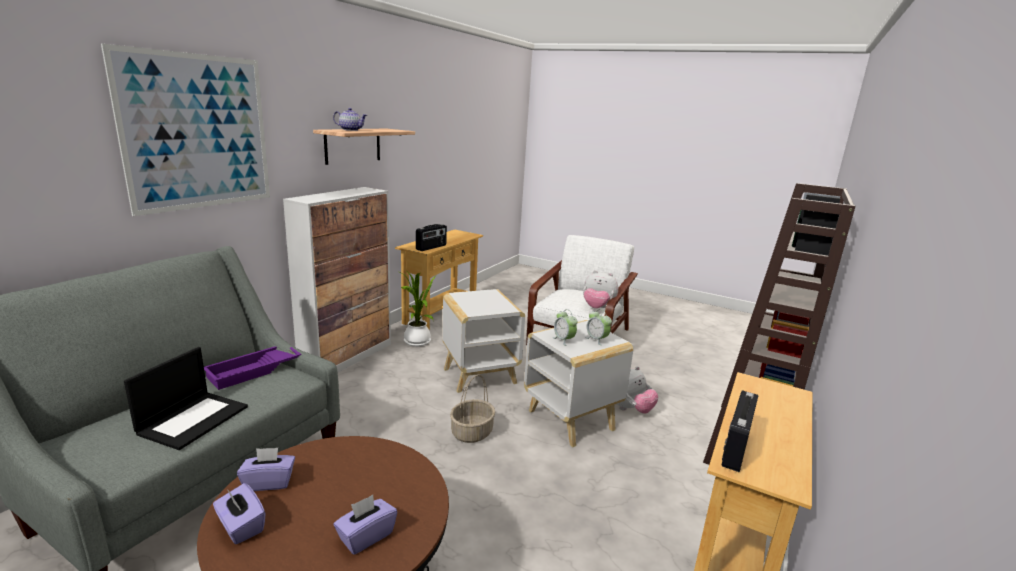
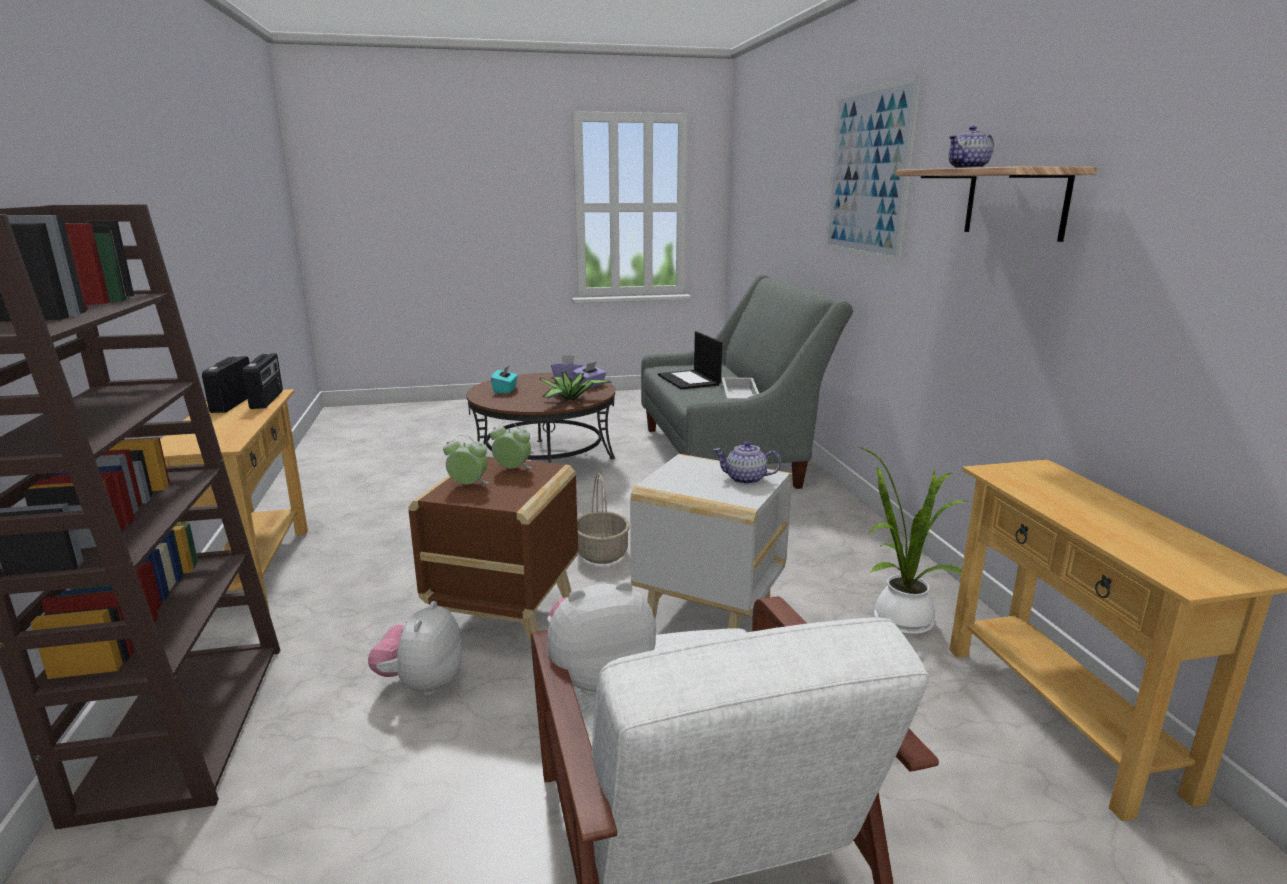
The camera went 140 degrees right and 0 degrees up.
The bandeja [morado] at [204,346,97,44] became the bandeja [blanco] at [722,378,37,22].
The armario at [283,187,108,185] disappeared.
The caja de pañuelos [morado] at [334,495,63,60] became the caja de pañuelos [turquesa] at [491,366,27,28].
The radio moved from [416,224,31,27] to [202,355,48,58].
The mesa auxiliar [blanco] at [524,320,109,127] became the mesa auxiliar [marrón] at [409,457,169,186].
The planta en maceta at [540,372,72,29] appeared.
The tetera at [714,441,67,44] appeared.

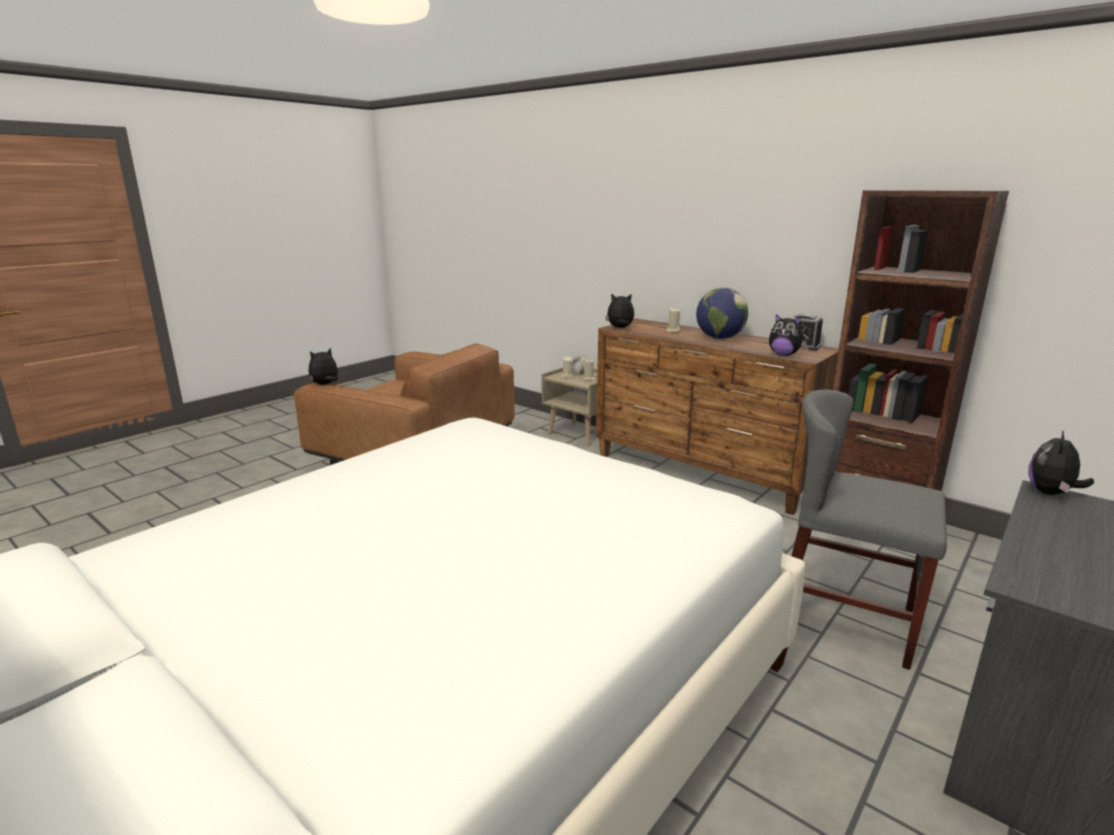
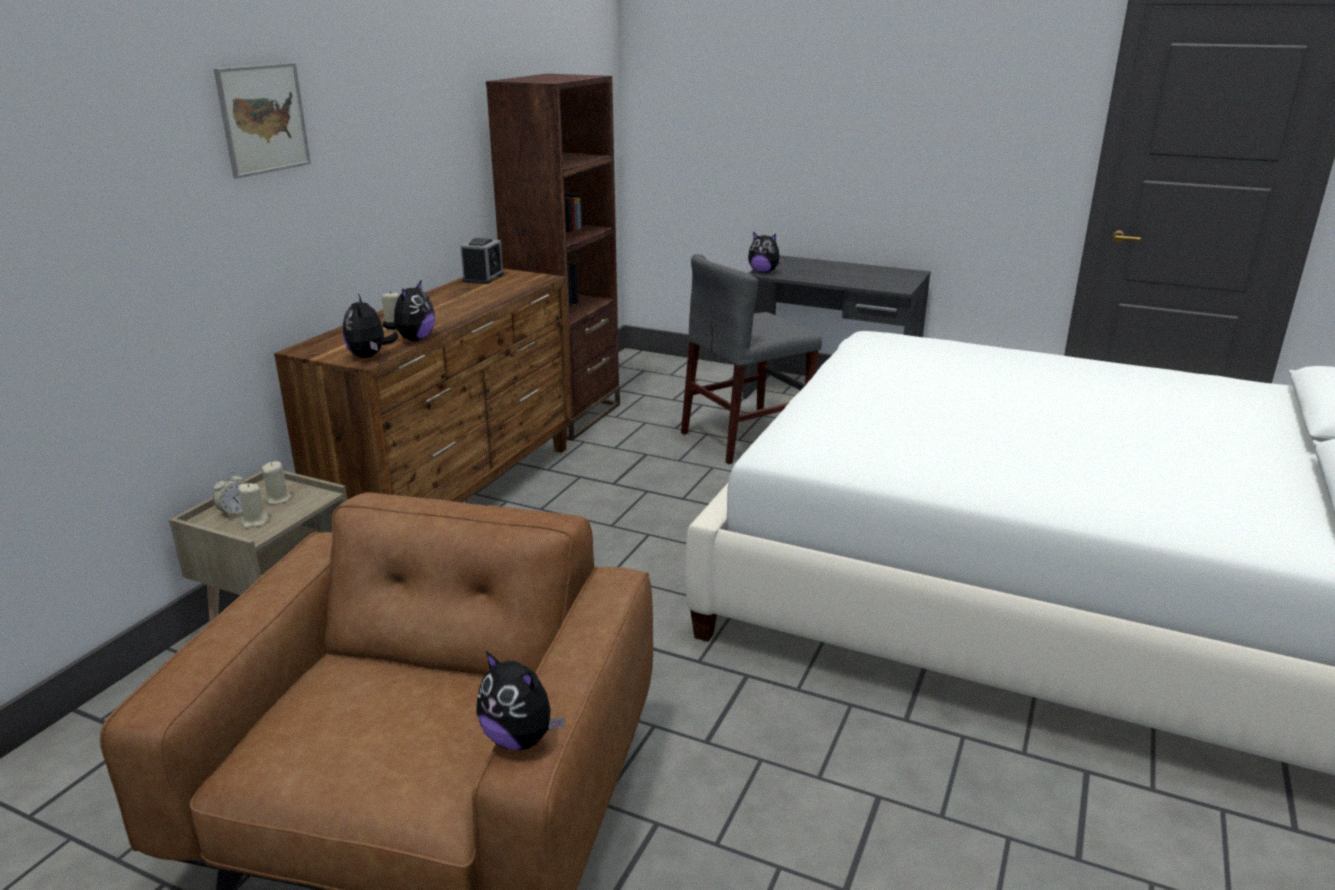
The camera went 105 degrees left and 5 degrees up.
The globo terráqueo at [696,288,52,51] disappeared.
The peluche moved from [769,314,38,42] to [383,281,52,60].
The silla [gris] at [791,390,156,280] turned 45 degrees clockwise.
The cuadro at [214,63,97,115] appeared.

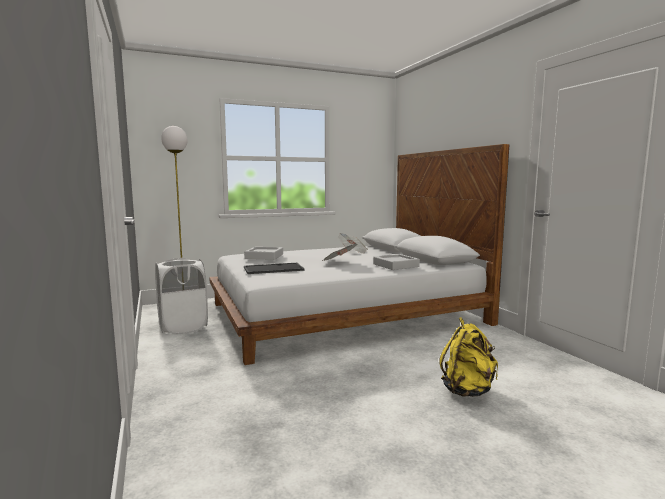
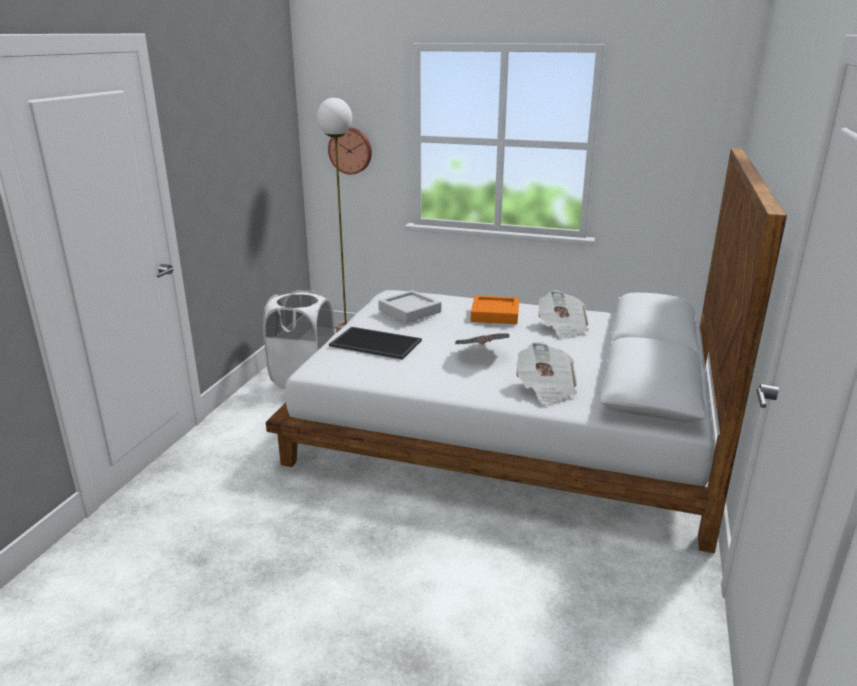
The camera went 40 degrees right and 15 degrees up.
The bandeja [gris] at [373,254,47,16] was replaced by the periódico at [516,342,61,63].
The mochila [amarillo] at [439,317,59,80] disappeared.
The reloj de pared at [328,128,44,47] appeared.
The bandeja [naranja] at [471,295,48,29] appeared.

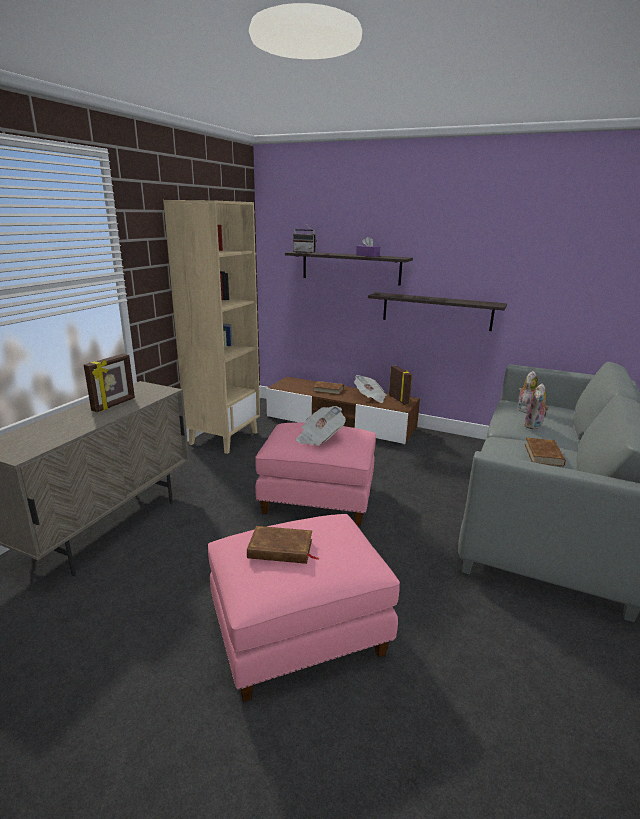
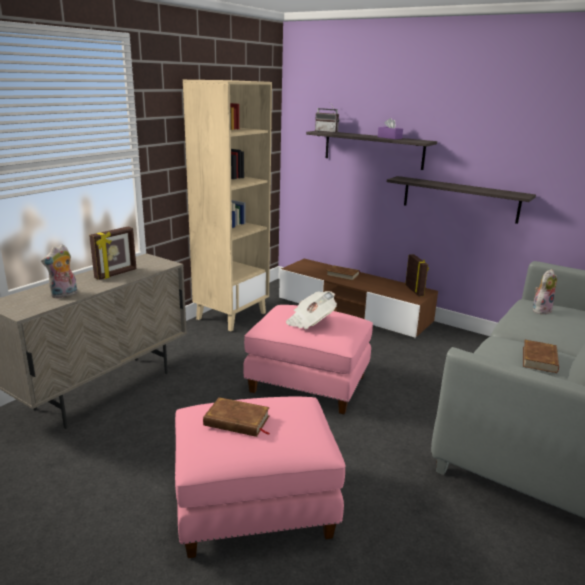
The camera went 10 degrees right and 0 degrees up.
The periódico at [354,375,33,28] disappeared.
The peluche moved from [524,383,25,47] to [41,245,36,53].

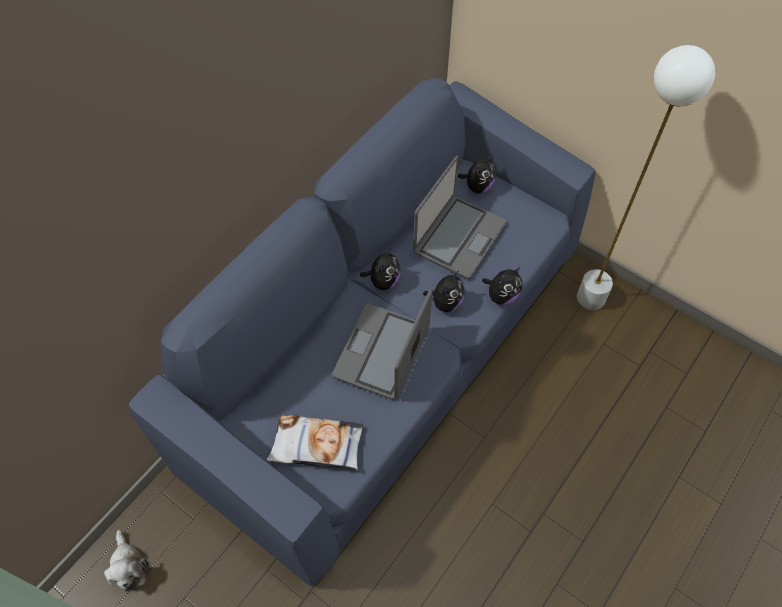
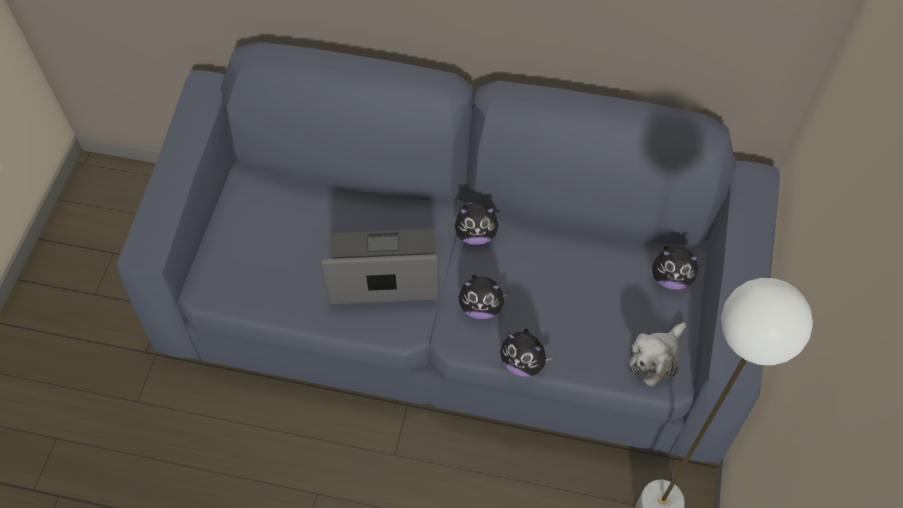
The camera went 65 degrees right and 0 degrees up.
The peluche moved from [104,530,44,62] to [629,322,57,65].
The cojín at [267,415,97,55] disappeared.
The portátil at [413,156,94,123] disappeared.

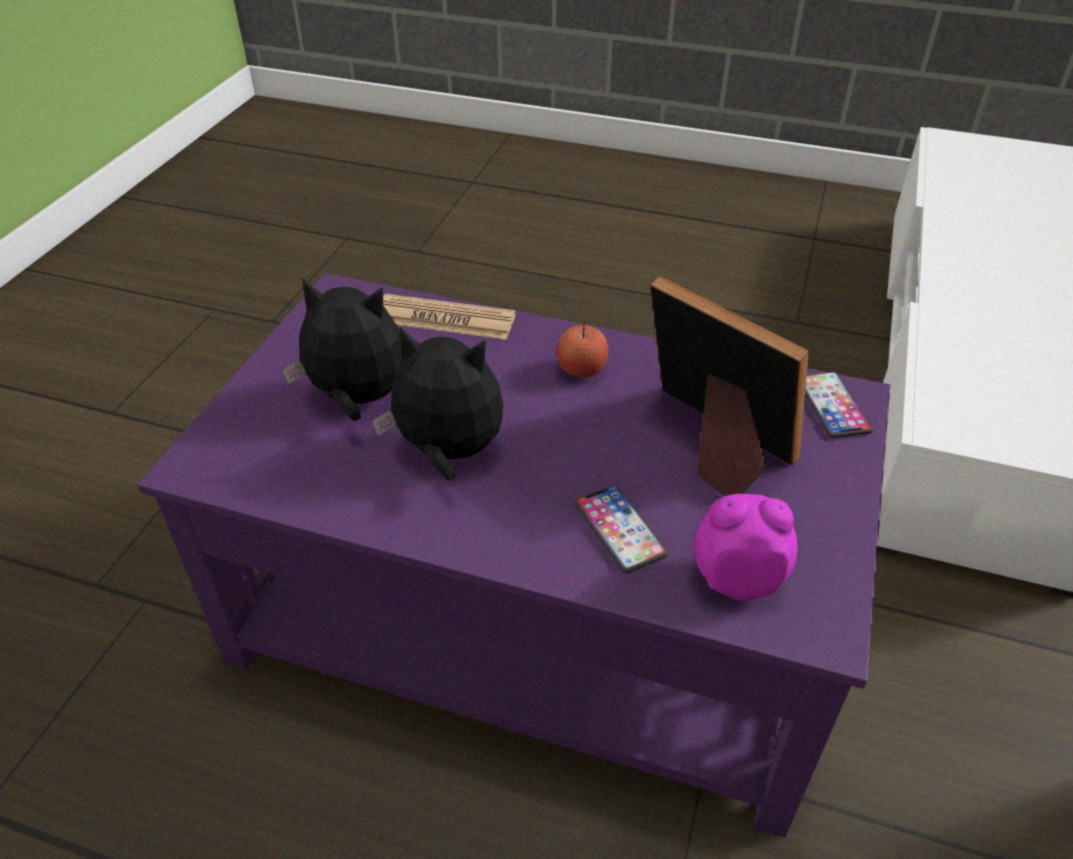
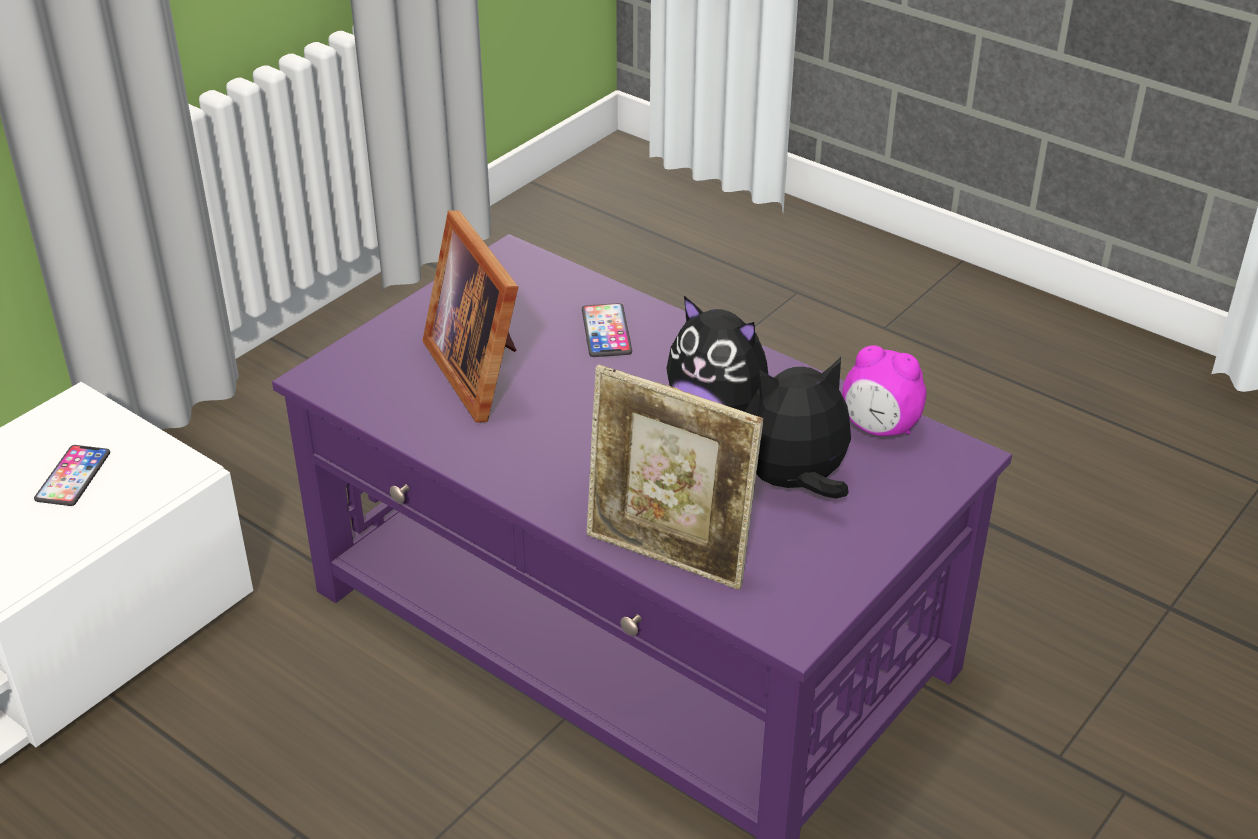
The camera went 160 degrees left and 5 degrees down.
The peluche at [282,278,120,143] turned 135 degrees clockwise.
The periódico at [383,294,133,46] was replaced by the portarretratos at [587,365,176,225].
The manzana at [557,319,51,59] disappeared.
The despertador moved from [694,494,103,107] to [842,345,84,91].
The móvil moved from [805,372,68,66] to [34,445,76,61].

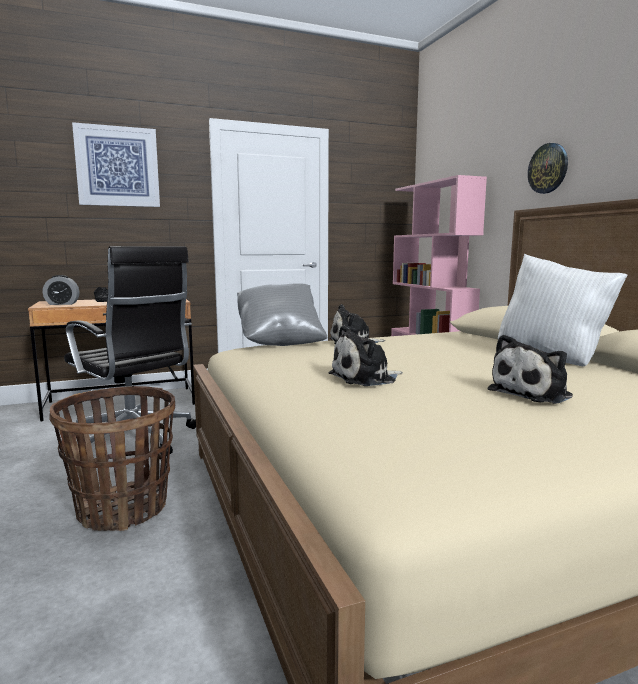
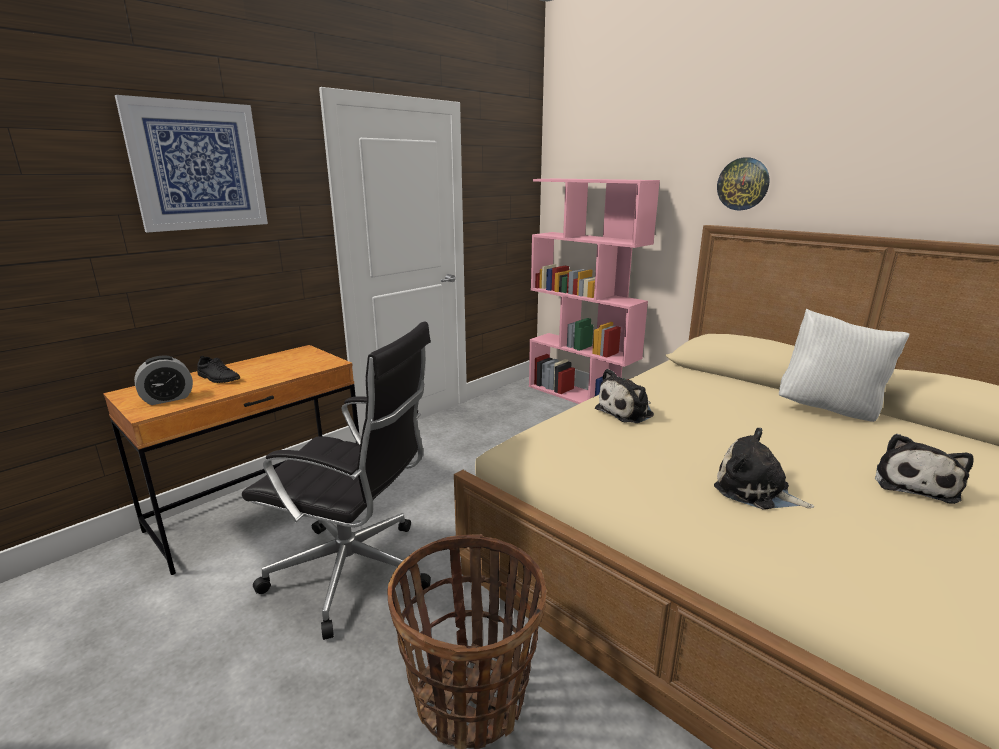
The camera went 25 degrees left and 10 degrees up.
The cojín [gris] at [237,283,91,63] disappeared.
The peluche at [329,325,74,61] turned 90 degrees clockwise.

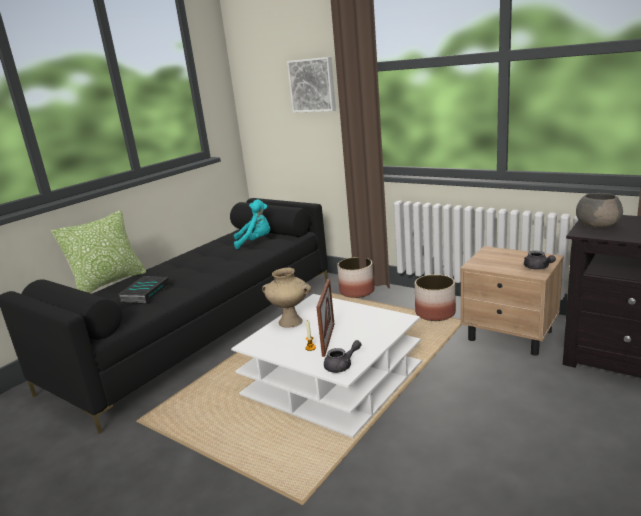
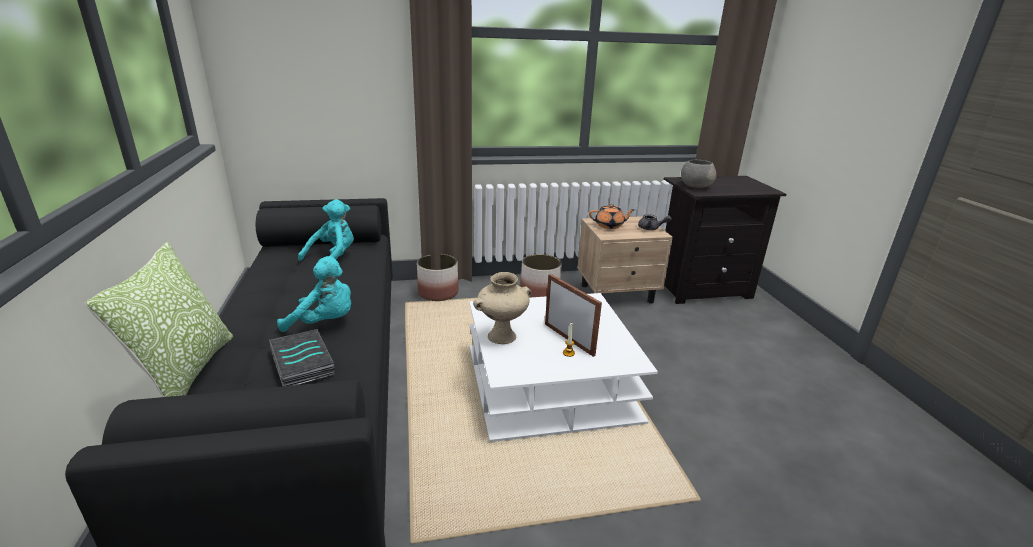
The camera went 50 degrees left and 5 degrees up.
The cuadro at [287,57,49,56] disappeared.
The tetera [gris] at [324,340,37,33] disappeared.
The peluche [turquesa] at [277,256,74,76] appeared.
The tetera [naranja] at [589,204,46,25] appeared.

